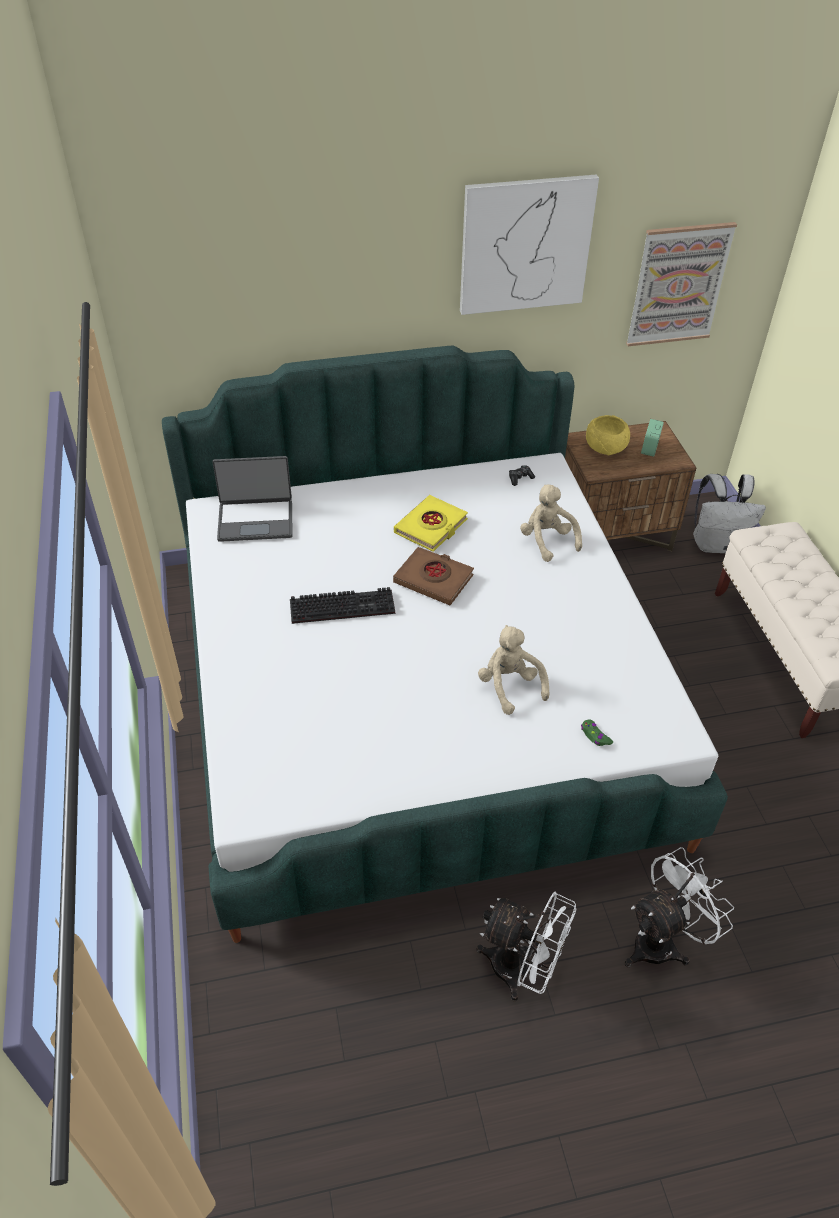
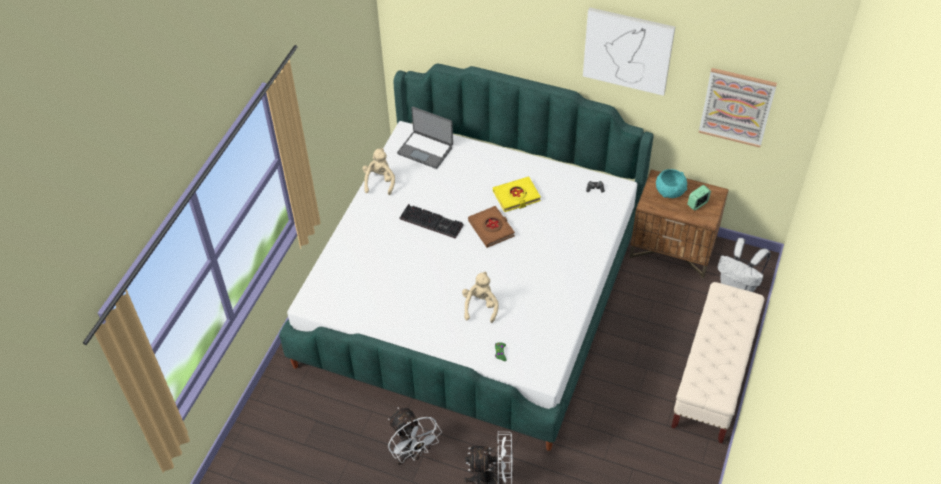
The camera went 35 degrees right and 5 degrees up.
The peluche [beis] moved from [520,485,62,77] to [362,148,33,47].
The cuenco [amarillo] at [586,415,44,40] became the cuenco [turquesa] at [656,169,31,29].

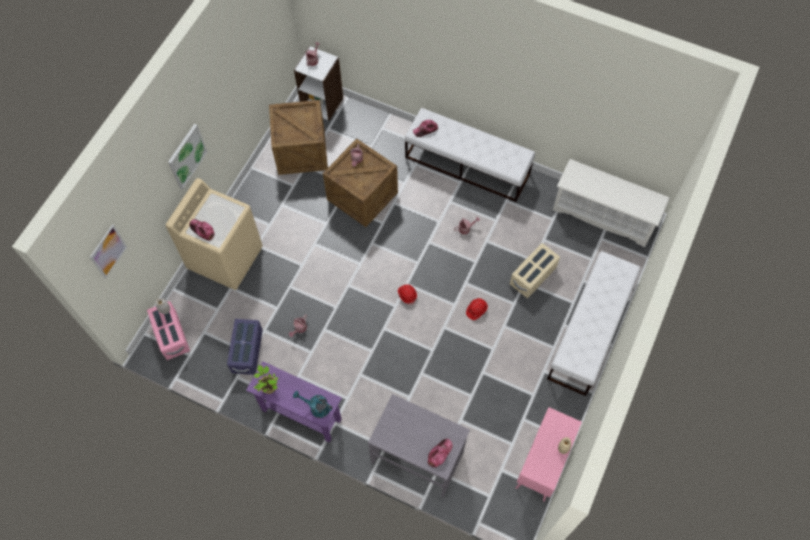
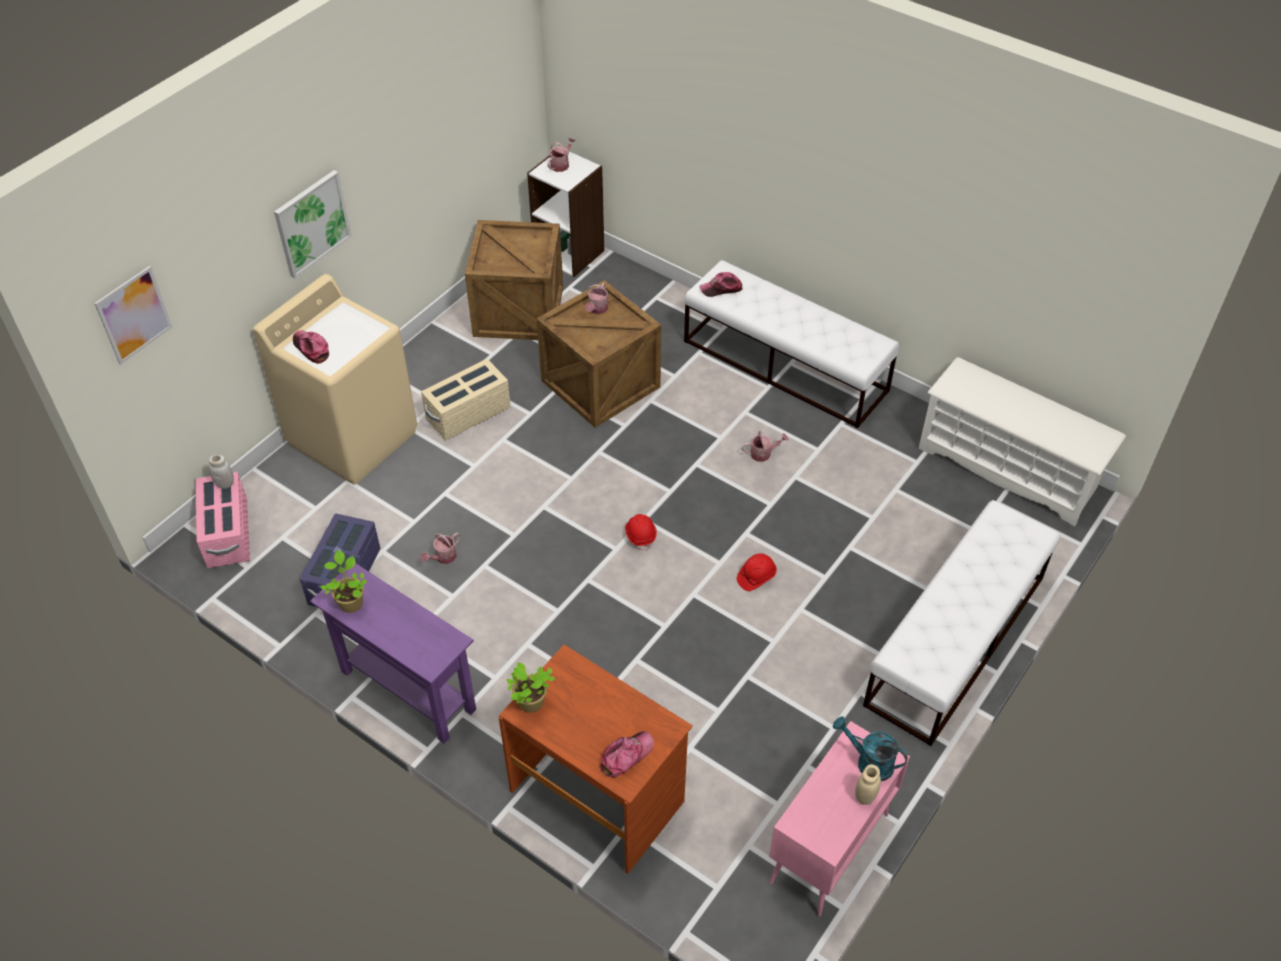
The camera went 10 degrees right and 15 degrees down.
The regadera [turquesa] moved from [293,391,40,27] to [833,717,75,64].
The escritorio [gris] at [368,394,102,103] became the escritorio [marrón] at [499,645,193,229].
The caja de almacenaje [beis] moved from [510,243,50,55] to [421,359,90,81].
The planta en maceta at [506,662,49,51] appeared.

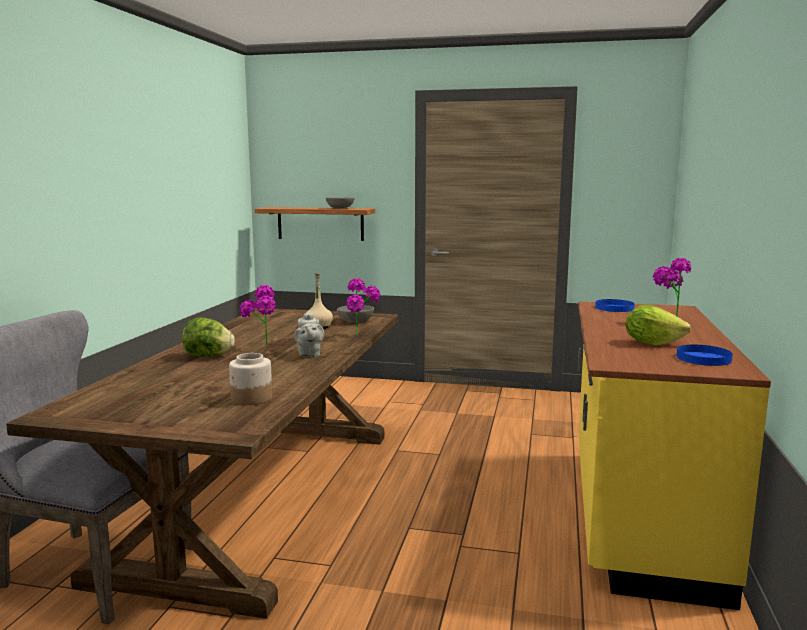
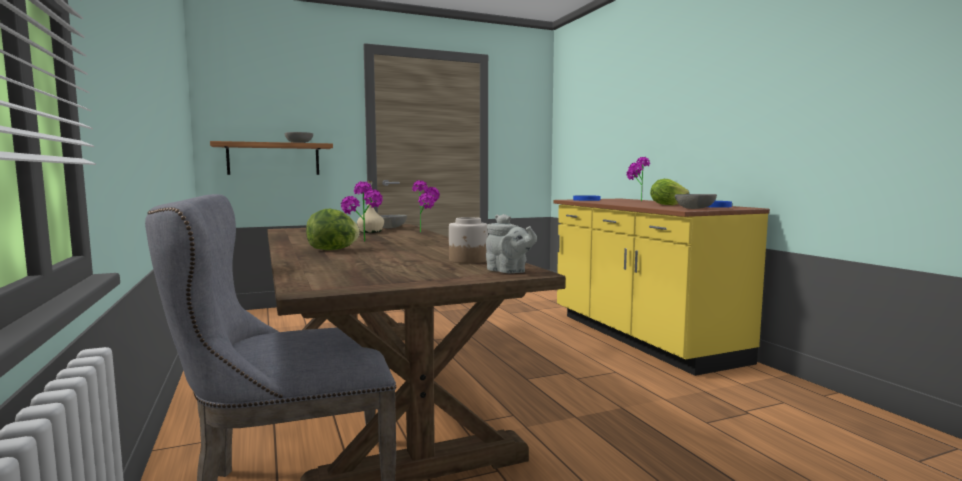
The camera went 35 degrees left and 5 degrees down.
The tetera [gris] moved from [294,311,30,46] to [486,214,51,59].
The cuenco [gris] at [675,194,42,15] appeared.

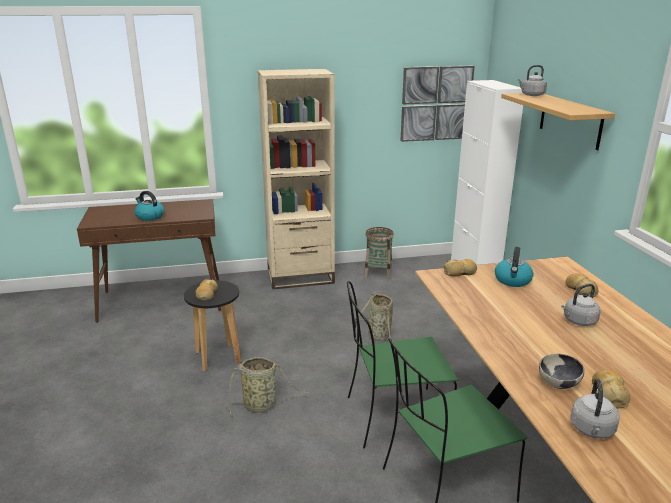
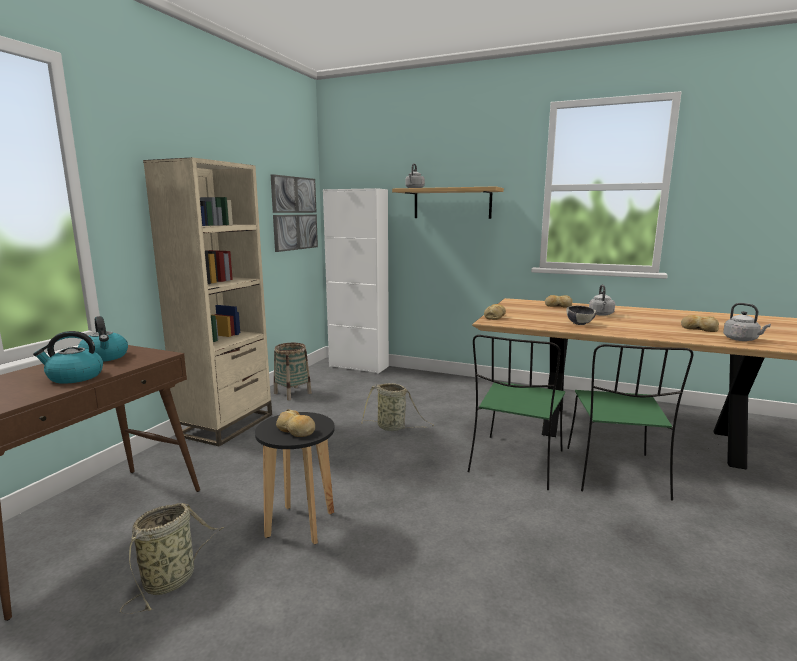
The camera went 55 degrees left and 10 degrees down.
The cesta moved from [225,357,84,57] to [120,503,105,111].
The hervidor moved from [495,247,39,40] to [78,316,50,46].
The cuenco moved from [539,353,45,36] to [566,305,31,20].

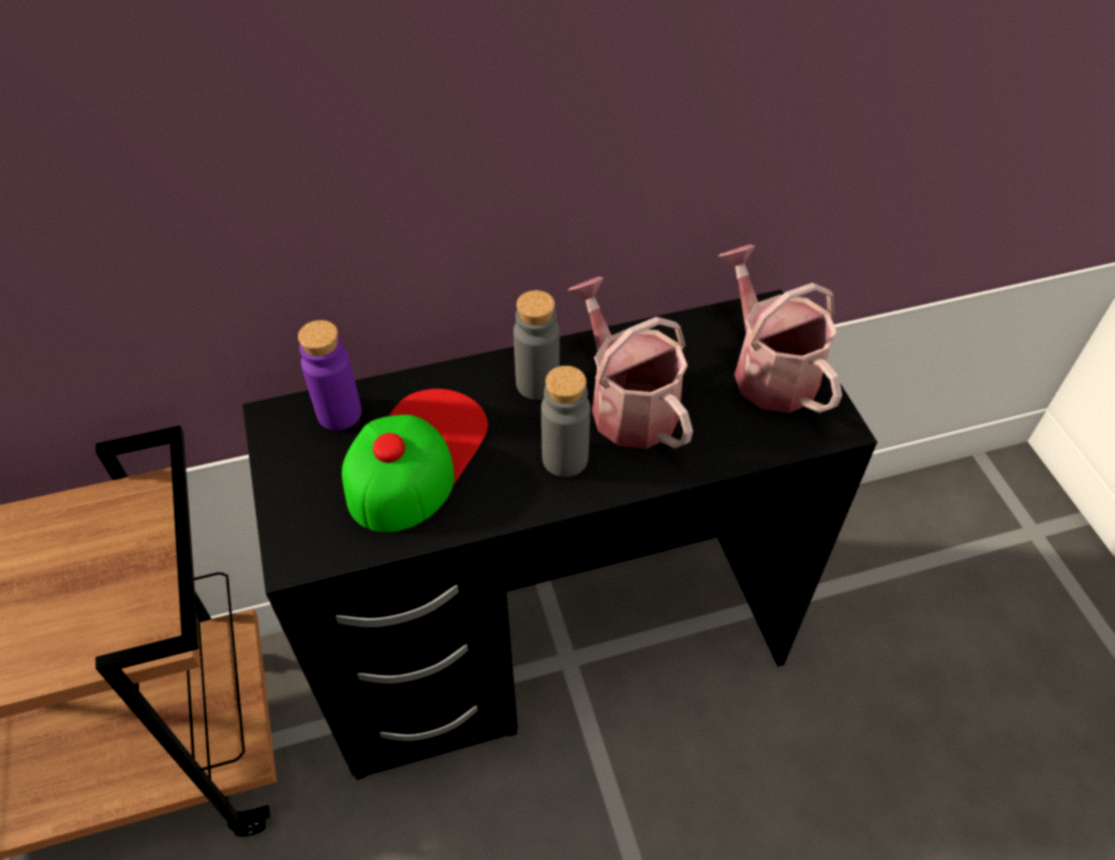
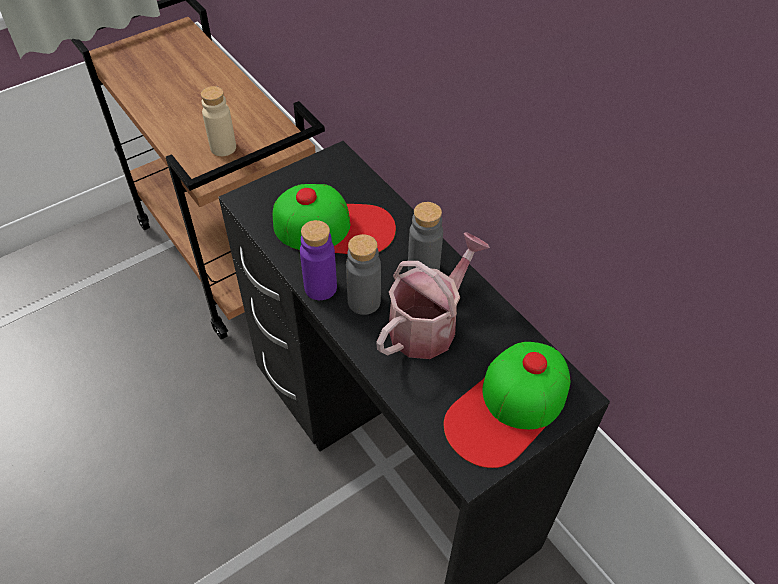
The camera went 70 degrees right and 0 degrees up.
The botella [morado] moved from [298,320,64,111] to [300,220,37,80].
The regadera at [718,245,124,168] was replaced by the gorra at [444,342,126,126].
The botella [beis] at [201,86,35,70] appeared.

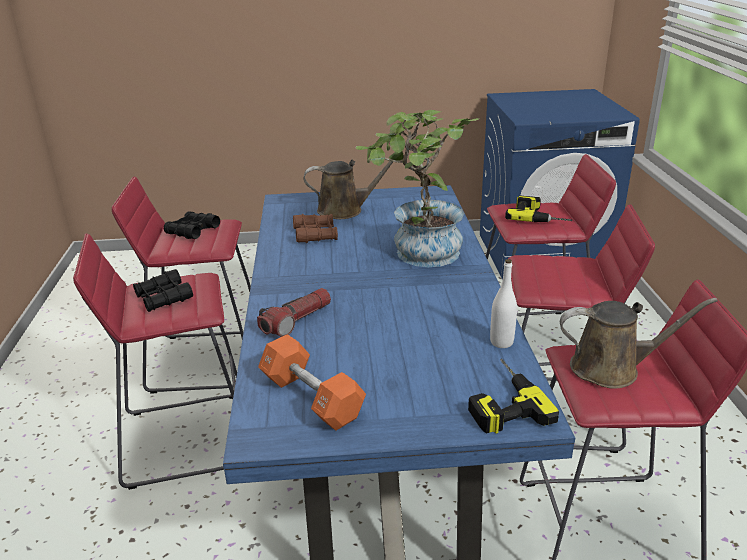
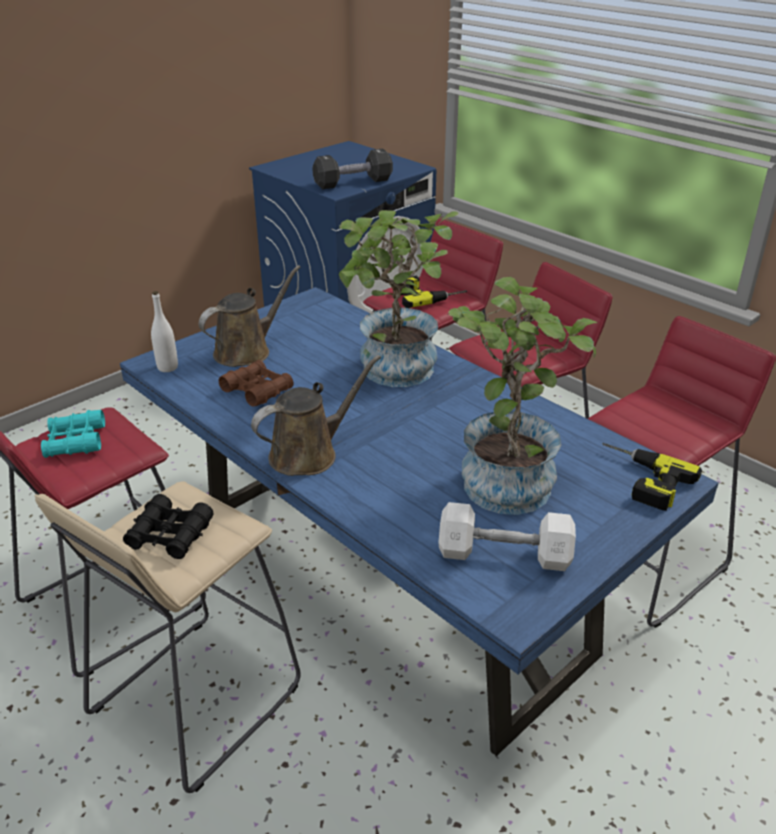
The camera went 40 degrees left and 5 degrees up.
The taburete [rojo] at [73,233,164,257] became the taburete [beis] at [35,481,266,312].
The prismáticos [negro] at [164,211,56,28] became the prismáticos [turquesa] at [41,410,64,48].
The linterna at [257,288,74,49] disappeared.
The mancuerna [naranja] at [258,334,108,97] became the mancuerna [blanco] at [438,502,138,69].
The botella [blanco] moved from [490,259,27,89] to [151,291,27,81].
The regadera [marrón] moved from [560,298,158,91] to [251,355,130,121].
The mancuerna [negro] at [312,148,81,41] appeared.
The planta en maceta at [447,277,150,238] appeared.

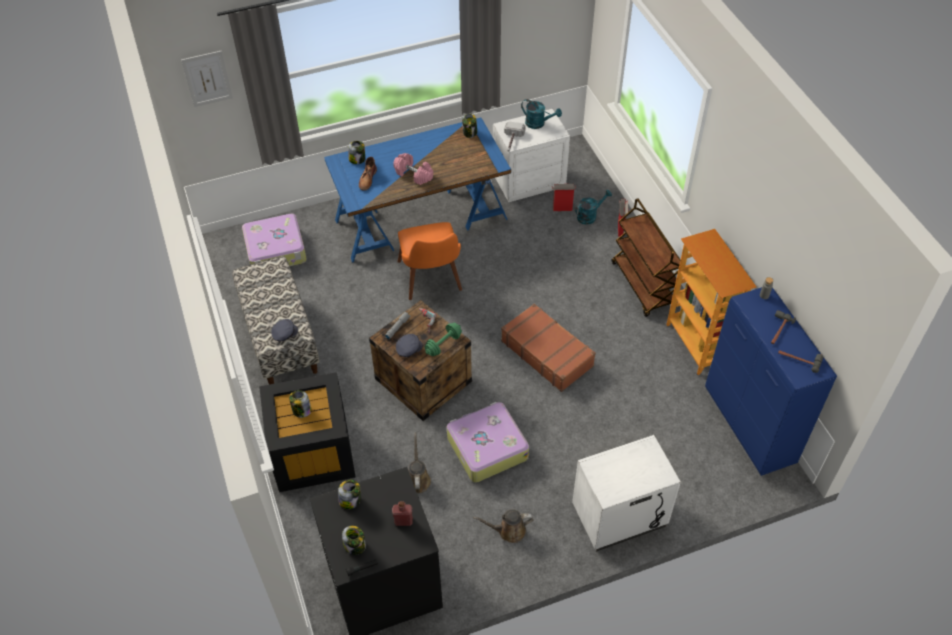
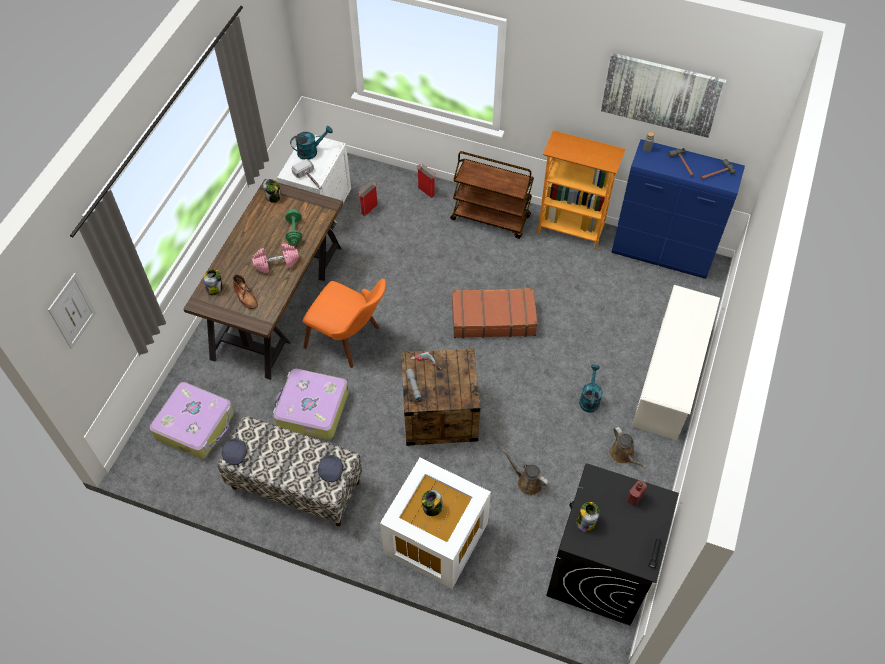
The camera went 50 degrees left and 5 degrees up.
The caja de almacenaje [negro] at [259,372,97,120] became the caja de almacenaje [blanco] at [380,458,111,131].
The escritorio [azul] at [324,117,187,146] became the escritorio [marrón] at [184,179,159,201].
The tarro at [342,526,24,29] disappeared.
The gorra [gris] moved from [396,334,27,23] to [222,438,25,27].
The mancuerna [verde] moved from [425,323,37,33] to [285,209,17,36].
The maleta moved from [447,402,82,81] to [273,368,76,71].
The regadera [marrón] at [473,509,60,34] turned 60 degrees counterclockwise.
The mesita de noche [blanco] at [572,435,109,117] was replaced by the zapatero [blanco] at [631,285,89,155].
The regadera [turquesa] moved from [575,190,37,35] to [579,365,24,48].
The cuadro at [601,53,125,85] appeared.

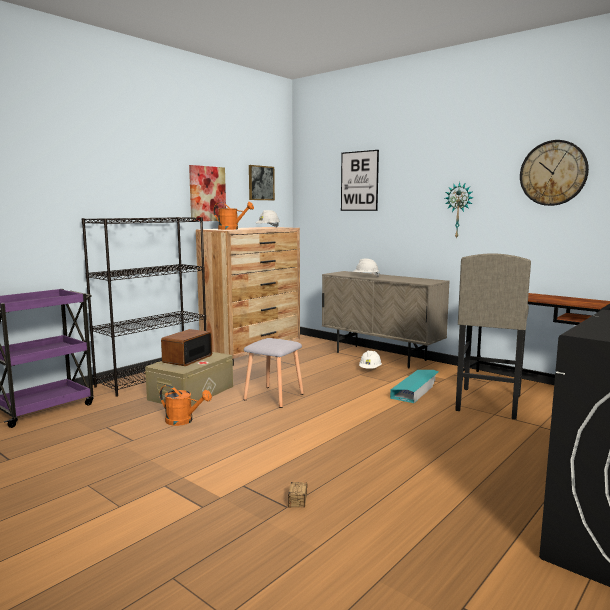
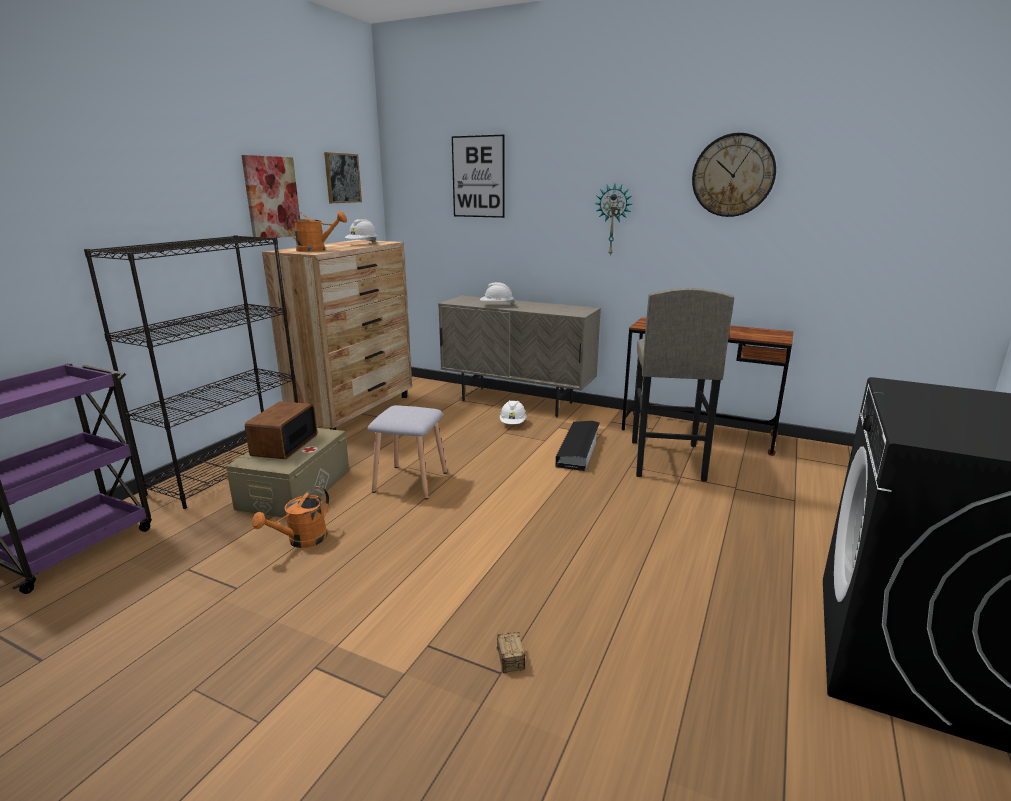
The camera went 15 degrees left and 10 degrees up.
The regadera [naranja] at [160,385,52,41] turned 120 degrees clockwise.
The caja de almacenaje [turquesa] at [390,370,49,33] became the caja de almacenaje [negro] at [555,421,45,50].

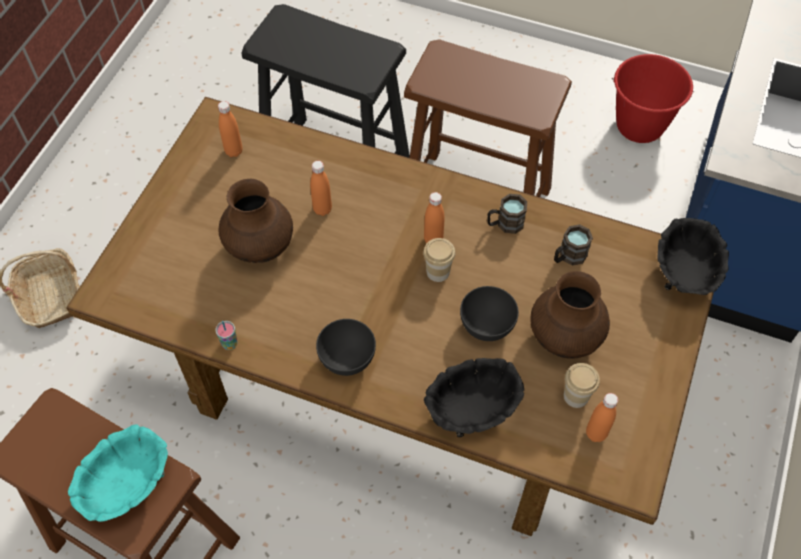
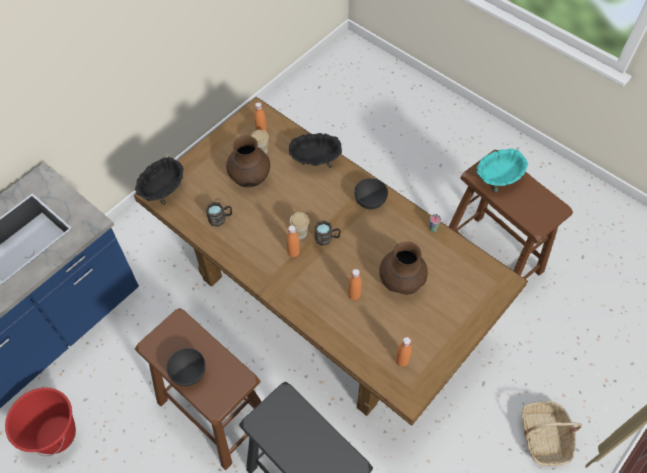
The camera went 160 degrees left and 0 degrees up.
The cuenco [gris] moved from [460,286,59,55] to [166,348,40,38].
The taza grande [marrón] moved from [487,194,40,40] to [315,220,26,26].

